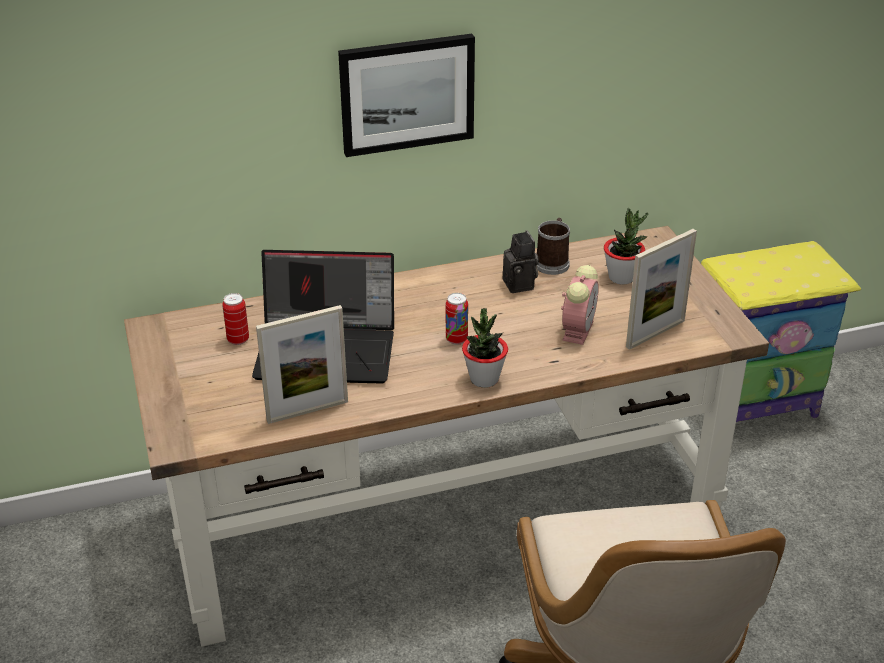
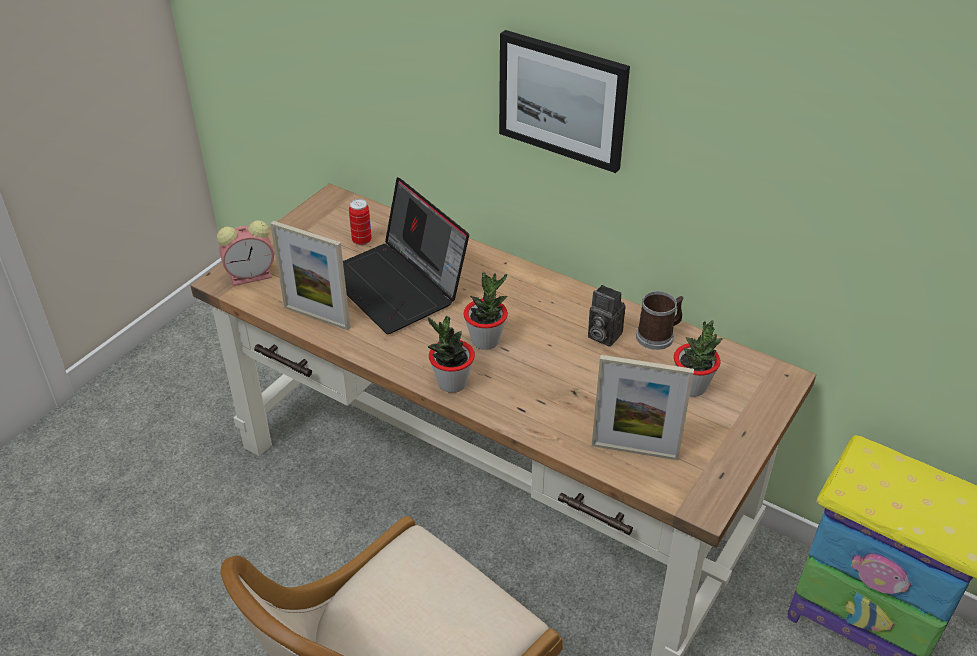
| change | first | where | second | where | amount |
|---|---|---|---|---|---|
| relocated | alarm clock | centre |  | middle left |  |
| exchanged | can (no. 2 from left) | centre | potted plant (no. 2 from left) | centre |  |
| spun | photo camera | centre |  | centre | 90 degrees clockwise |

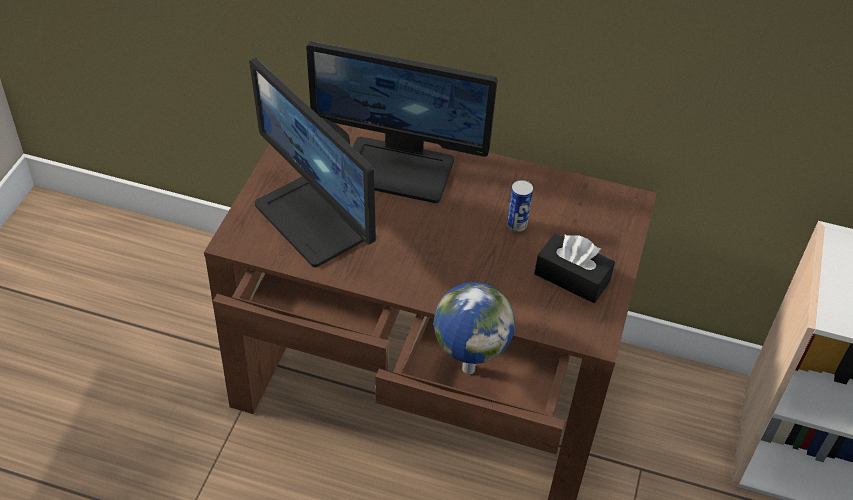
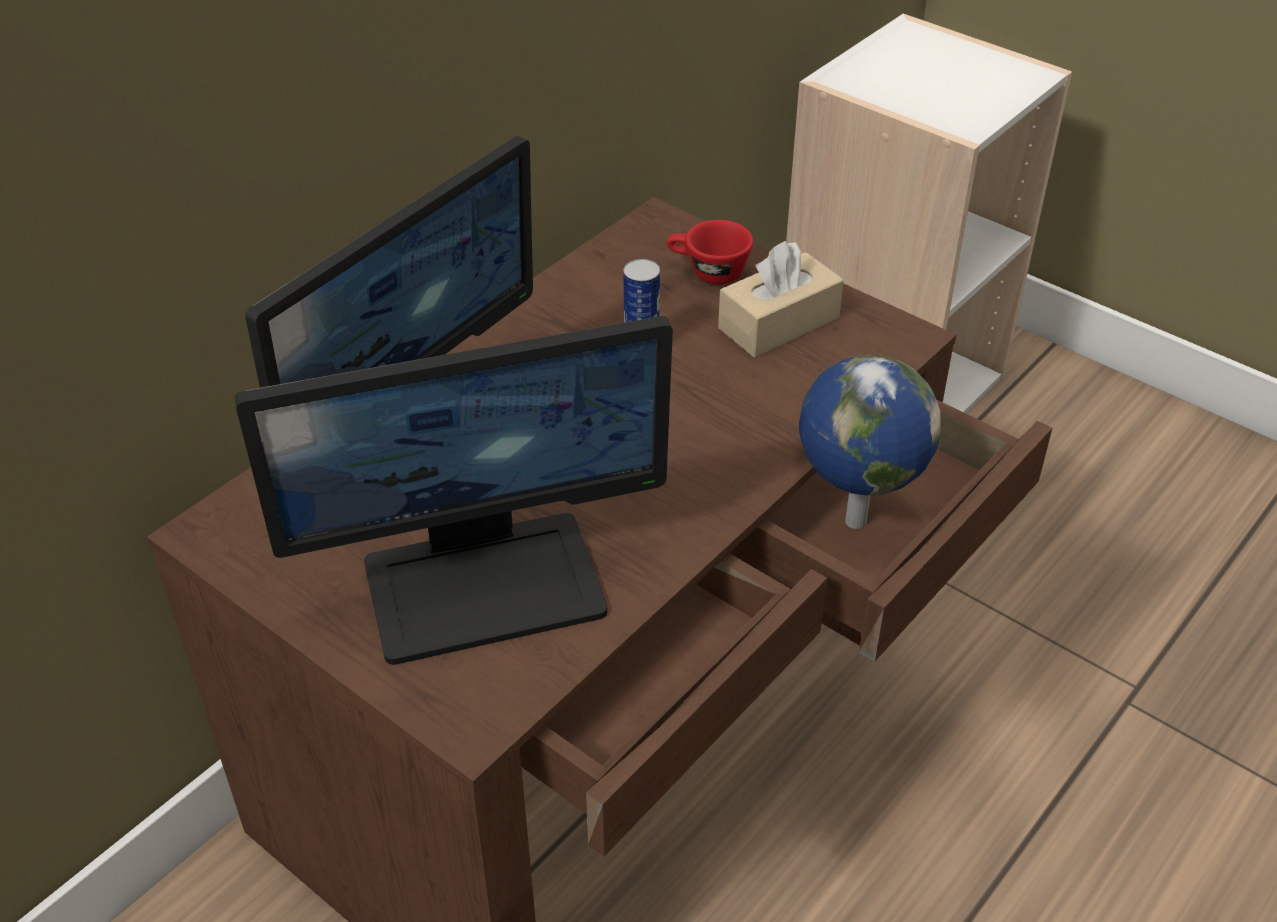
| change | first | where | second | where | amount |
|---|---|---|---|---|---|
| appeared |  |  | cup (red) | top centre |  |
| colour | tissue box (black) | middle right | tissue box (beige) | top centre |  |

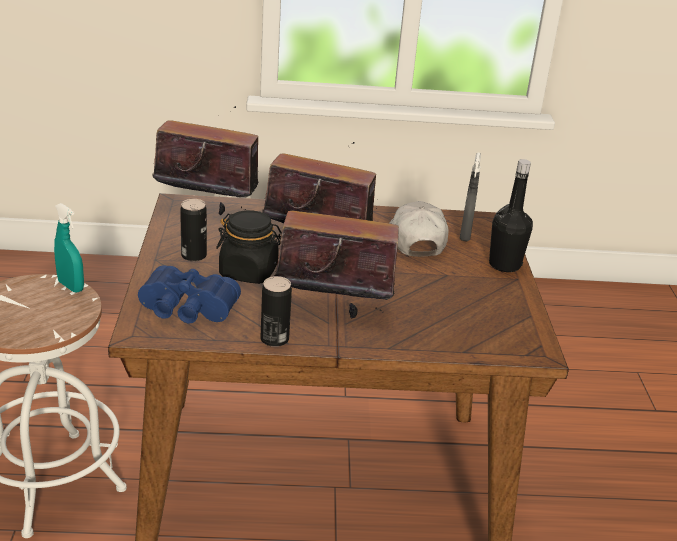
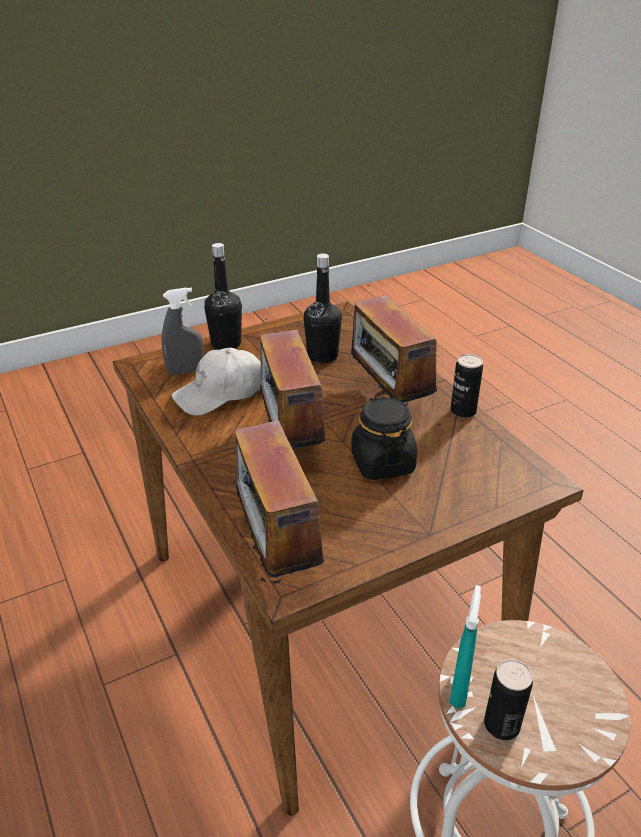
| change | first | where | second | where | amount |
|---|---|---|---|---|---|
| appeared |  |  | bottle (black) (no. 2 from left) | centre |  |
| relocated | can (no. 1 from left in the first image) | middle left | can (no. 2 from left) | bottom right |  |
| missing | binoculars (blue) | middle left |  |  |  |

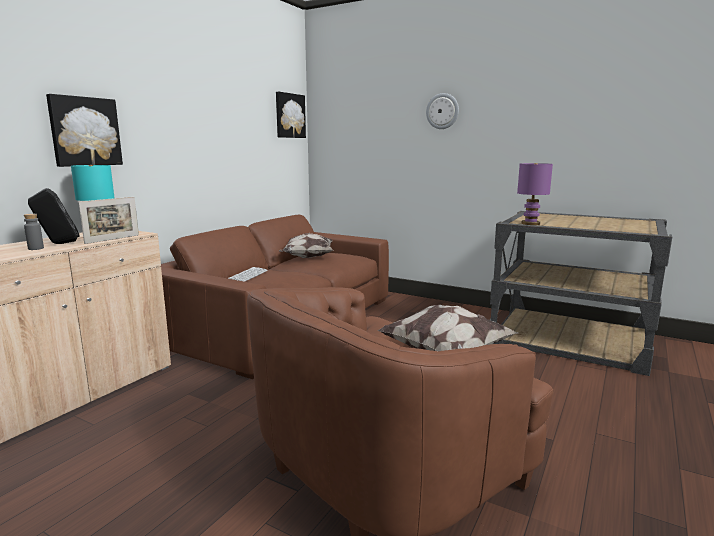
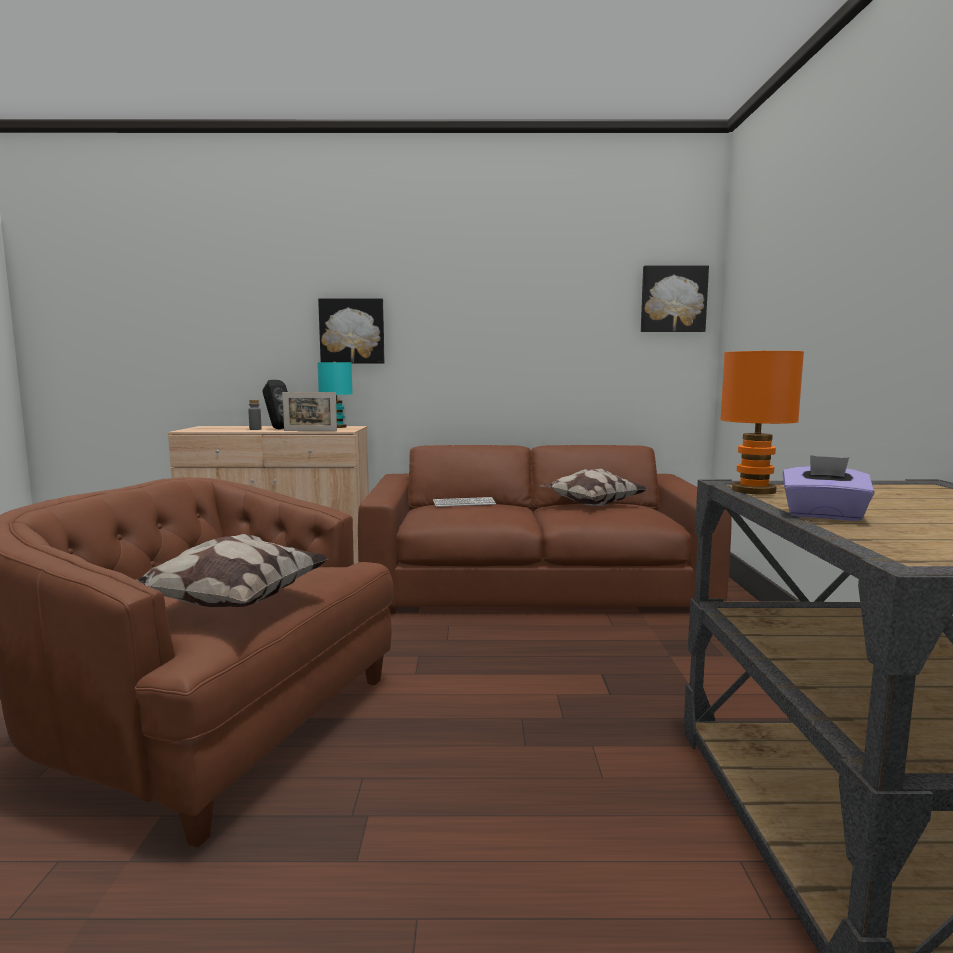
| change | first | where | second | where | amount |
|---|---|---|---|---|---|
| colour | table lamp (purple) | middle right | table lamp (orange) | middle right |  |
| appeared |  |  | tissue box (purple) | middle right |  |
| missing | wall clock | top centre |  |  |  |

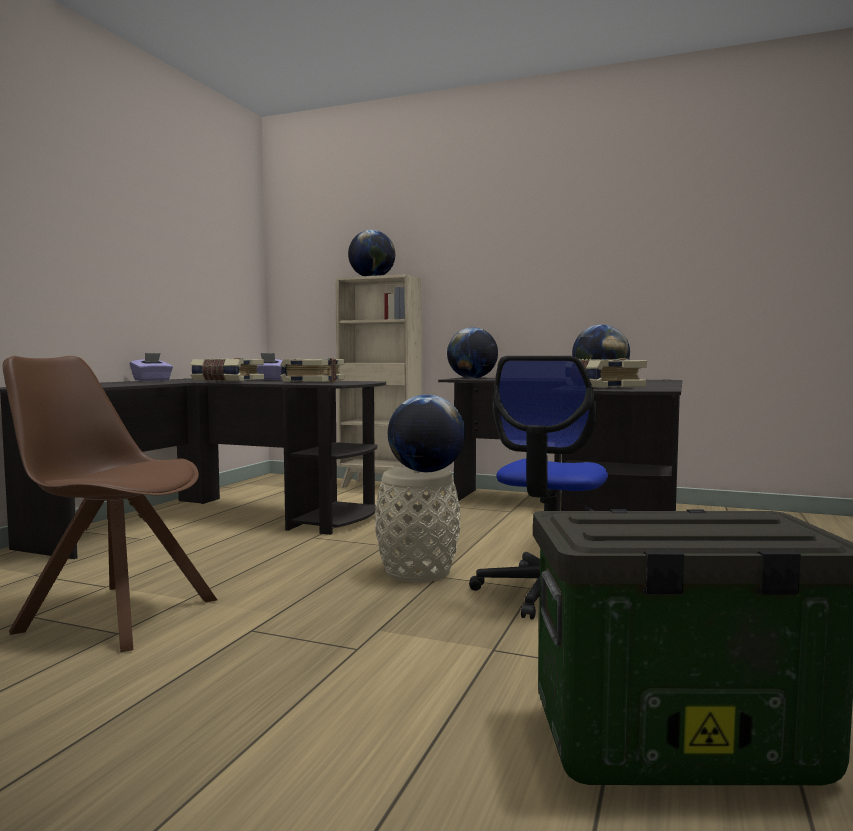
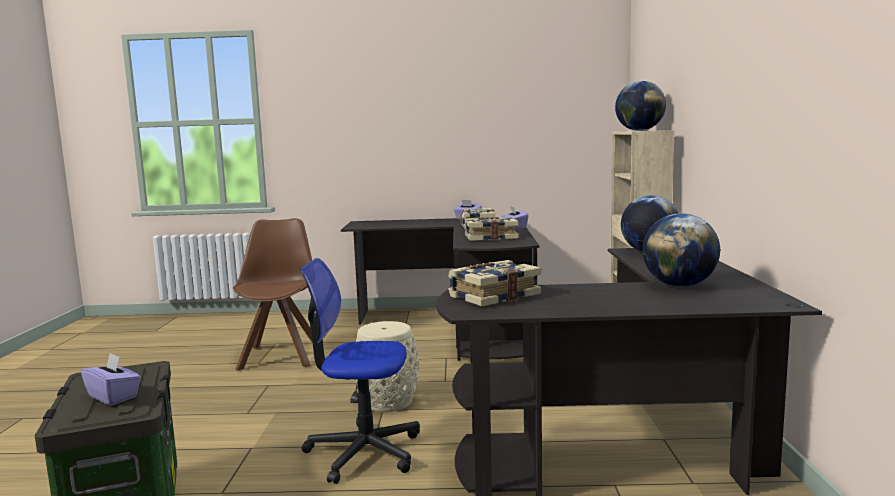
| change | first | where | second | where | amount |
|---|---|---|---|---|---|
| appeared |  |  | tissue box (purple) (no. 1 from left) | bottom left |  |
| missing | globe (no. 2 from left) | centre |  |  |  |

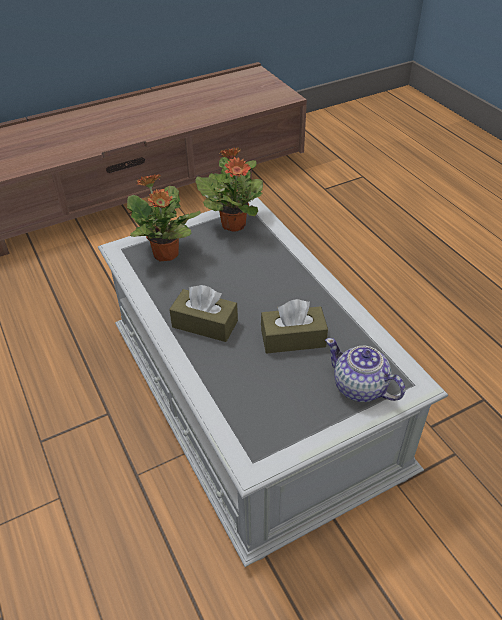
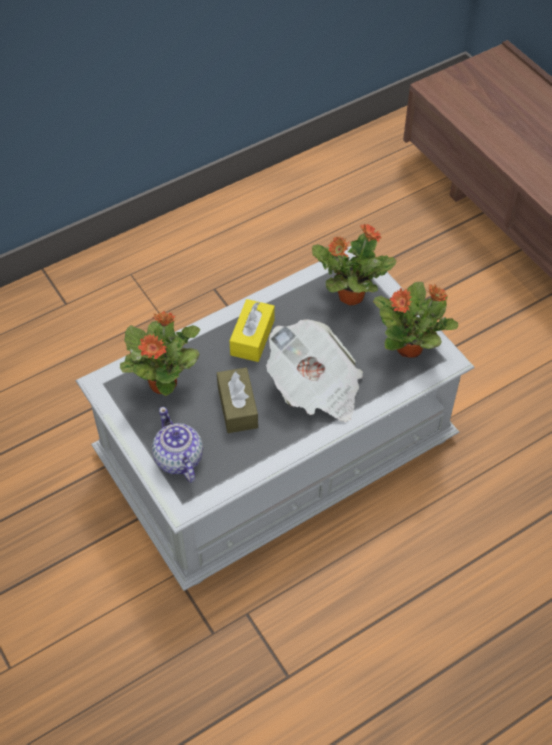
| change | first | where | second | where | amount |
|---|---|---|---|---|---|
| appeared |  |  | potted plant (no. 1 from left) | middle left |  |
| spun | teapot | middle right |  | middle left | 60 degrees counterclockwise |
| colour | tissue box (brown) (no. 1 from left) | centre | tissue box (yellow) | centre |  |
| appeared |  |  | newspaper | centre |  |

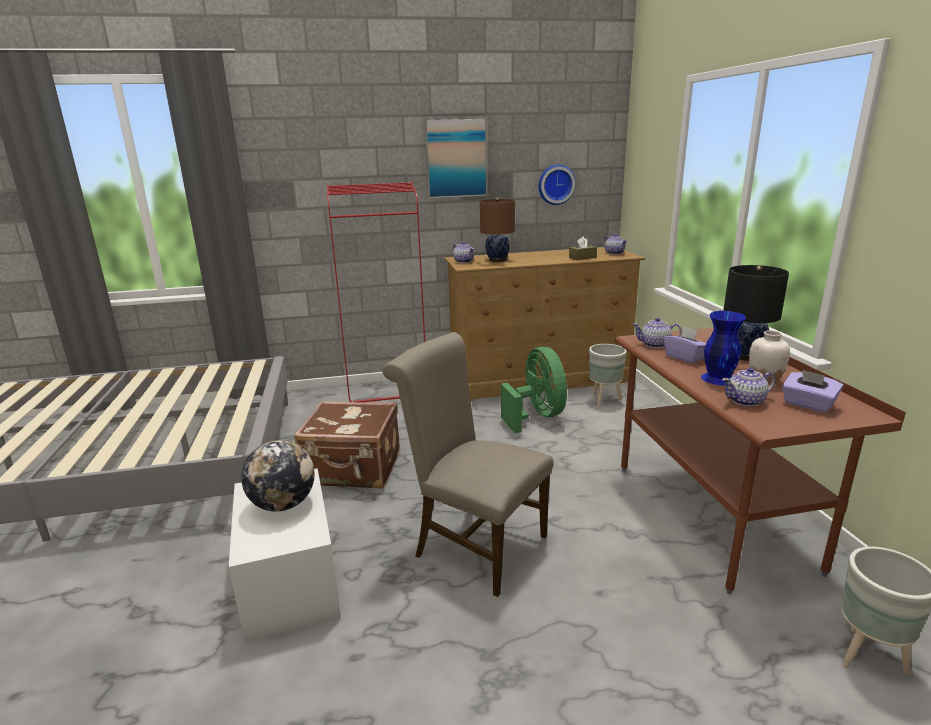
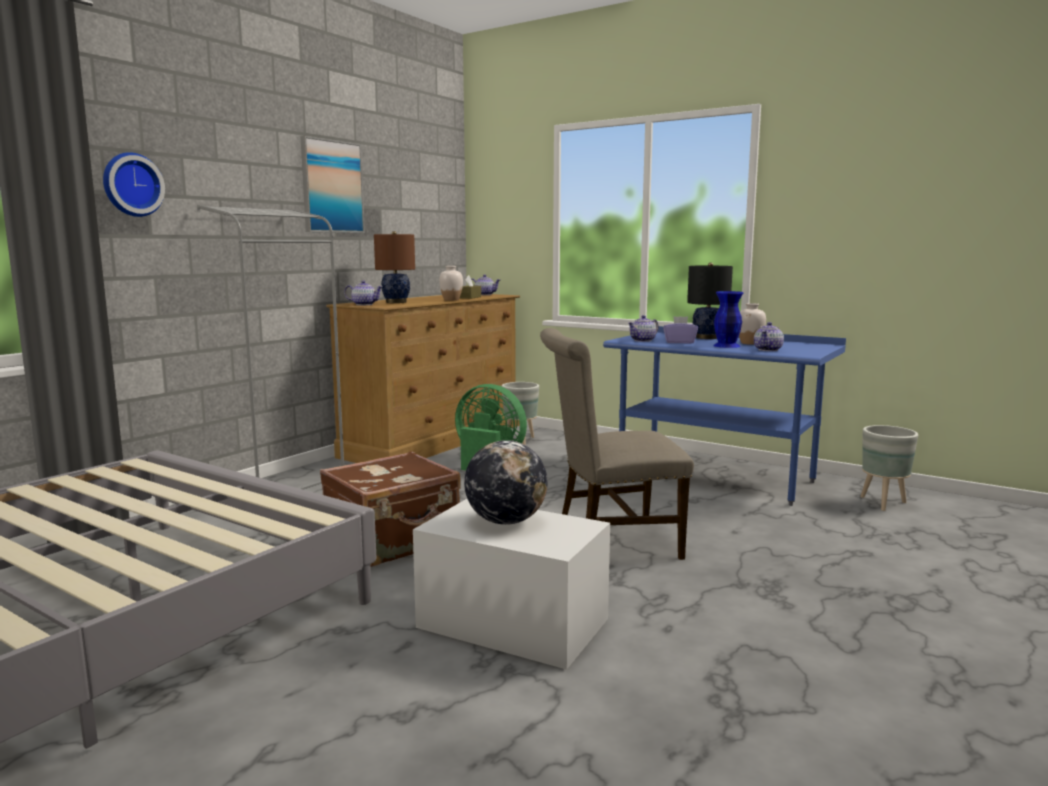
| change | first | where | second | where | amount |
|---|---|---|---|---|---|
| relocated | wall clock | top centre |  | top left |  |
| colour | clothes rack (red) | centre | clothes rack (grey) | middle left |  |
| appeared |  |  | vase (white) (no. 1 from left) | centre |  |
| colour | desk (brown) | middle right | desk (blue) | middle right |  |
| missing | tissue box (purple) (no. 2 from left) | middle right |  |  |  |

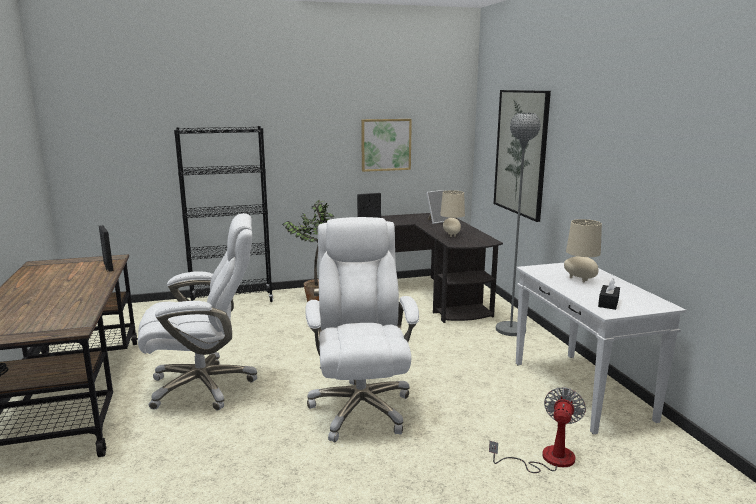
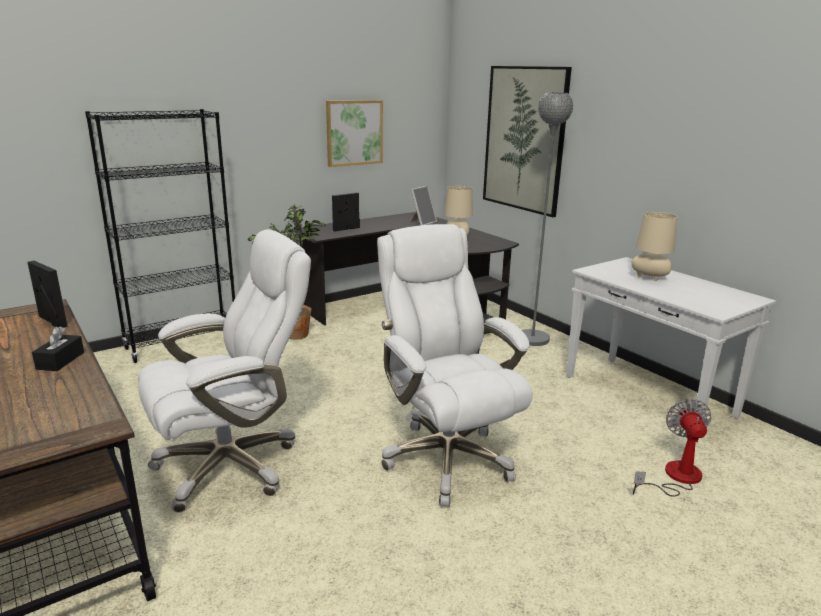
| change | first | where | second | where | amount |
|---|---|---|---|---|---|
| relocated | tissue box (black) | middle right |  | middle left |  |

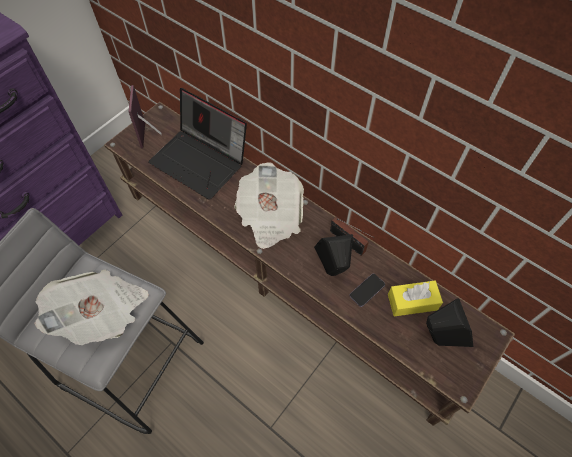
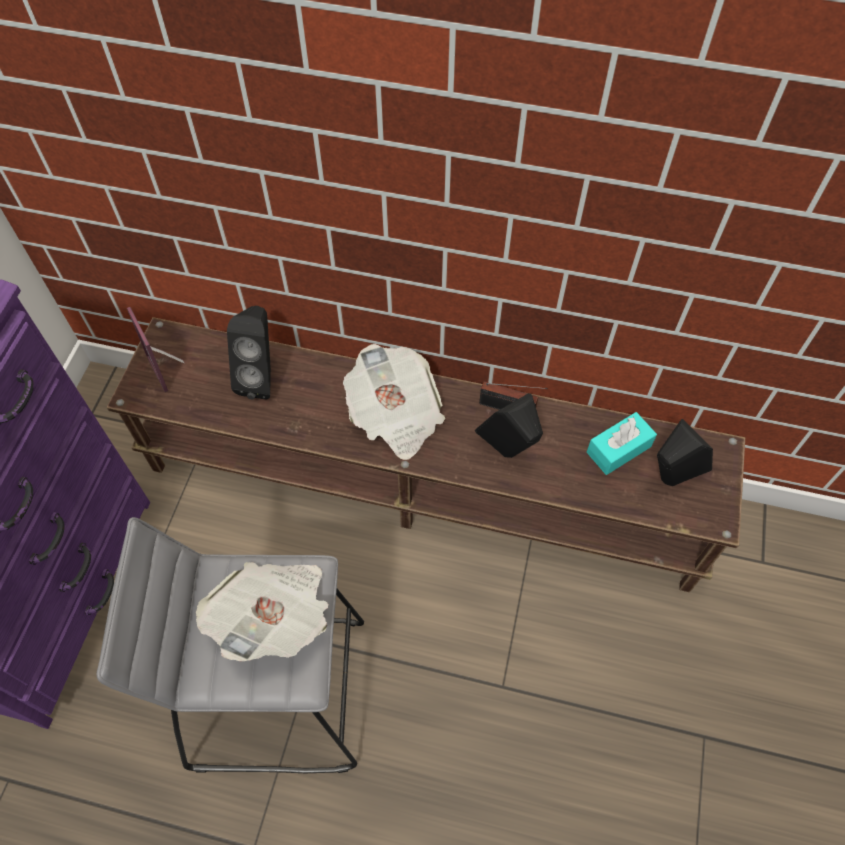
| change | first | where | second | where | amount |
|---|---|---|---|---|---|
| exchanged | laptop | top centre | speaker (black) (no. 1 from left) | middle left |  |
| colour | tissue box (yellow) | middle right | tissue box (turquoise) | middle right |  |
| missing | phone | centre |  |  |  |

